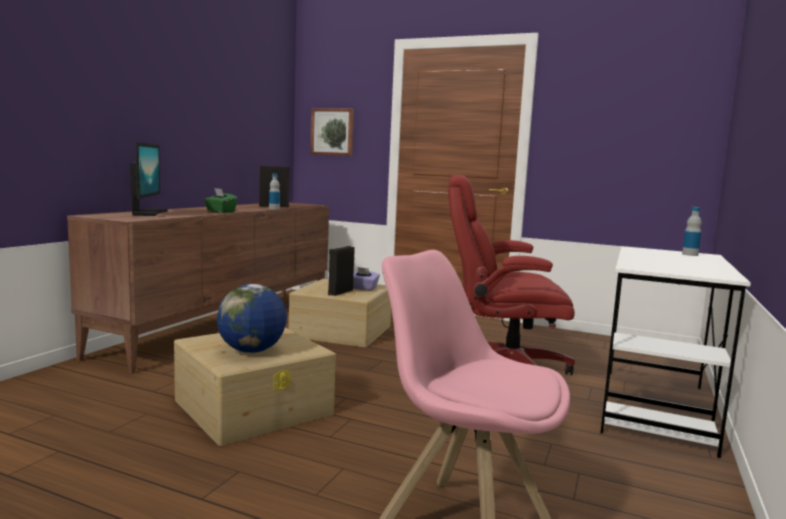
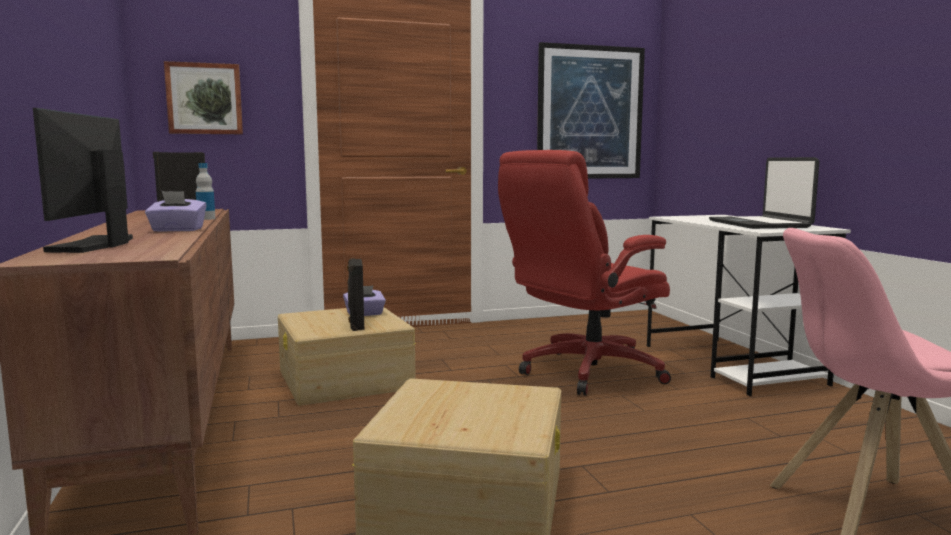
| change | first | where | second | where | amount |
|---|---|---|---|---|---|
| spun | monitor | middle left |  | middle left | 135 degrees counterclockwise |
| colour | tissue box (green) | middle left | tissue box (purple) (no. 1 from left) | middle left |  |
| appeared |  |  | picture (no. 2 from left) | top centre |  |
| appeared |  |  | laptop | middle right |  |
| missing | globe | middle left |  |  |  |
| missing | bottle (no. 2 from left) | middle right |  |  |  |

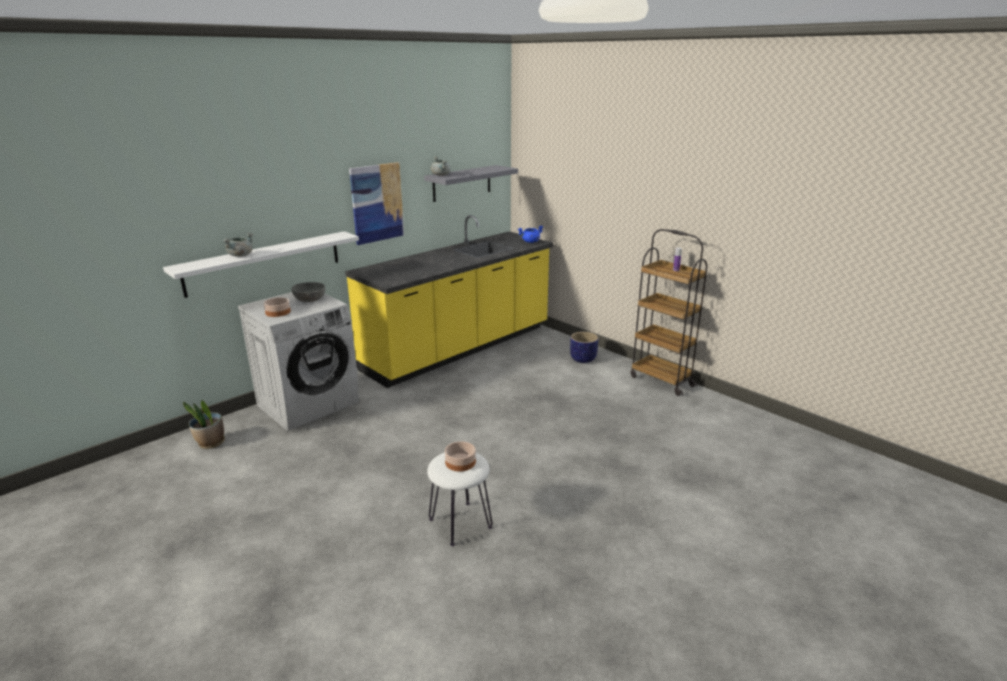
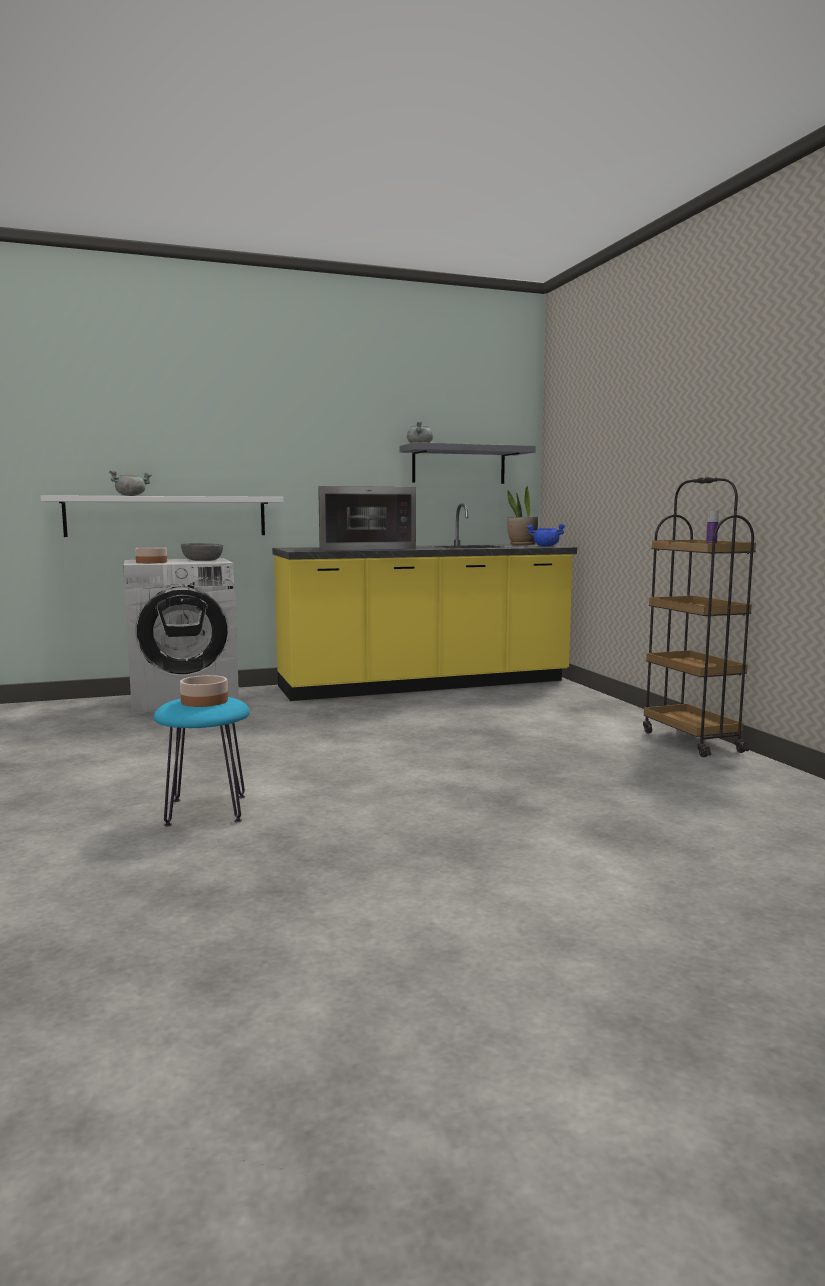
| change | first | where | second | where | amount |
|---|---|---|---|---|---|
| colour | stool (white) | bottom centre | stool (turquoise) | middle left |  |
| appeared |  |  | microwave | centre |  |
| relocated | potted plant | middle left |  | centre |  |
| missing | picture | top centre |  |  |  |
| missing | planter | centre |  |  |  |

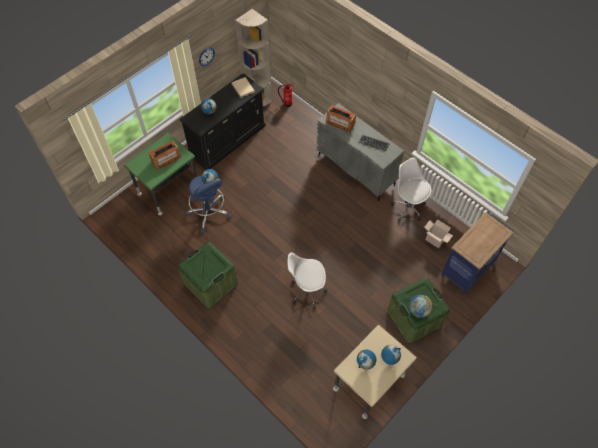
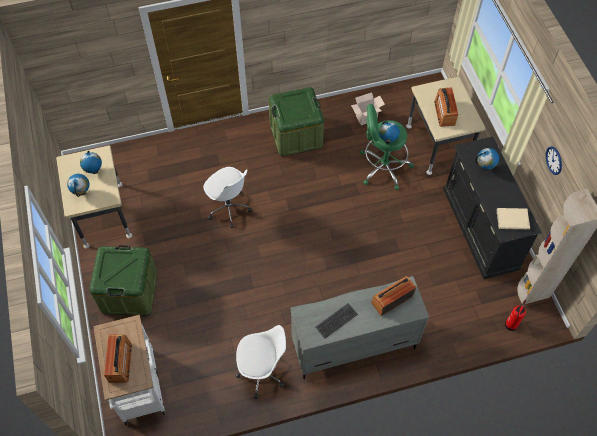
| change | first | where | second | where | amount |
|---|---|---|---|---|---|
| colour | cart (blue) | middle right | cart (white) | bottom left |  |
| appeared |  |  | radio (no. 1 from left) | bottom left |  |
| spun | office chair (white) (no. 1 from left) | centre |  | centre | 105 degrees clockwise |
| relocated | cardboard box | middle right |  | top centre |  |
| colour | stool (blue) | centre | stool (green) | centre |  |
| colour | desk (green) | middle left | desk (beige) (no. 2 from left) | top right |  |
| missing | globe (no. 5 from left) | bottom right |  |  |  |

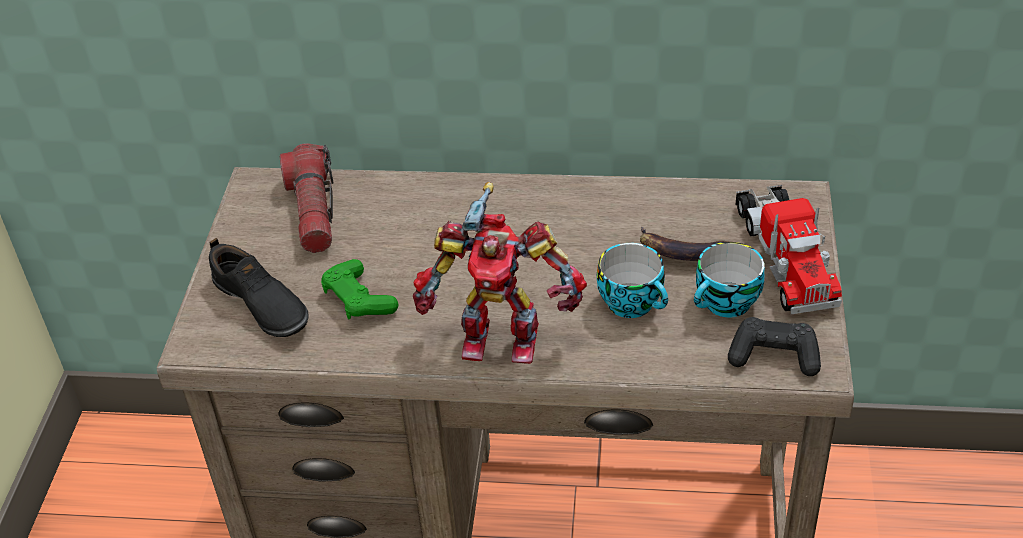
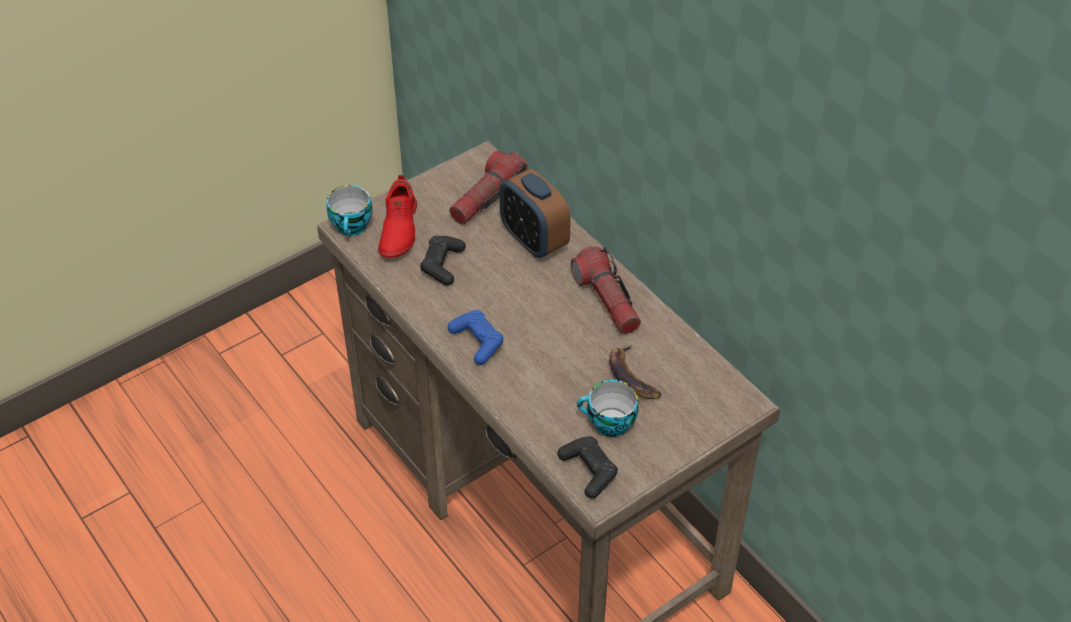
| change | first | where | second | where | amount |
|---|---|---|---|---|---|
| relocated | cup (no. 1 from left) | centre |  | middle left |  |
| colour | shoe (black) | middle left | shoe (red) | centre |  |
| colour | game controller (green) | centre | game controller (black) (no. 1 from left) | centre |  |
| exchanged | toy robot | centre | game controller (blue) | centre |  |
| appeared |  |  | alarm clock | centre |  |
| appeared |  |  | flashlight (no. 2 from left) | centre |  |
| missing | toy truck | middle right |  |  |  |

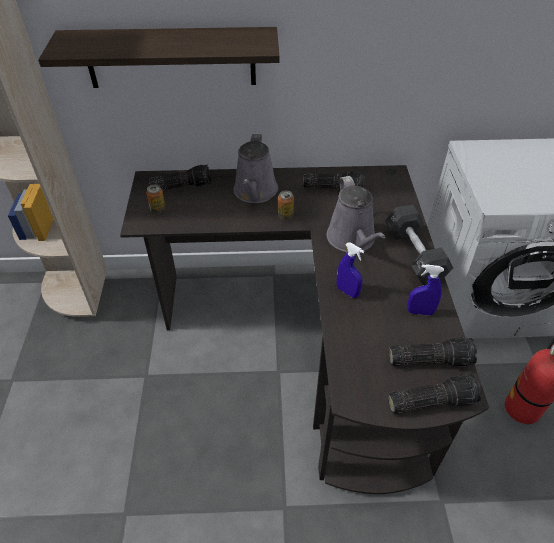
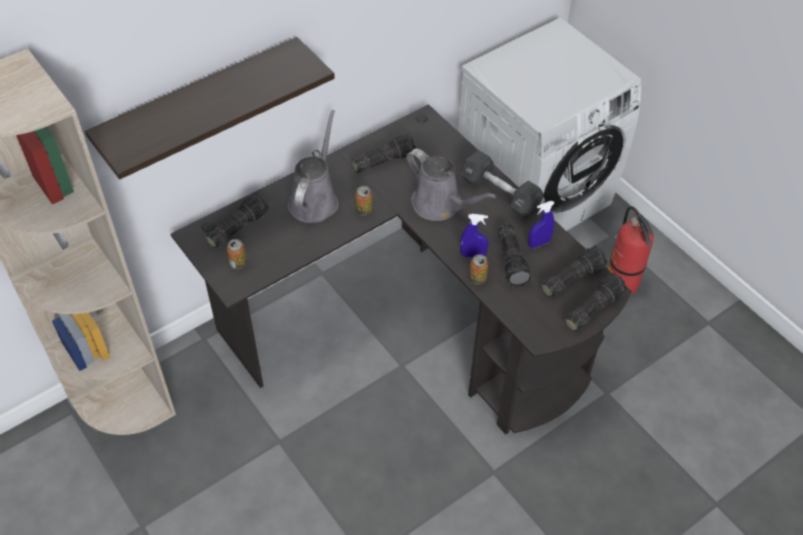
| change | first | where | second | where | amount |
|---|---|---|---|---|---|
| spun | watering can (grey) (no. 1 from left) | top centre |  | top centre | 135 degrees counterclockwise |
| appeared |  |  | can (no. 3 from left) | centre |  |
| appeared |  |  | flashlight (no. 3 from left) | centre |  |

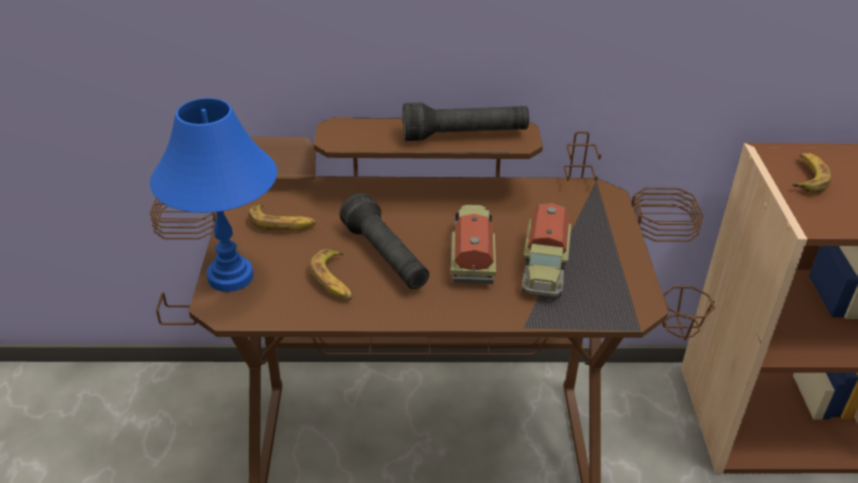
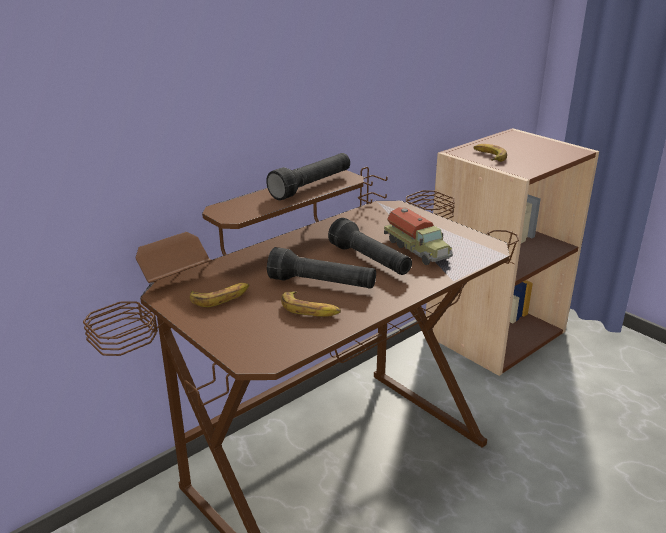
| change | first | where | second | where | amount |
|---|---|---|---|---|---|
| exchanged | toy truck (no. 1 from left) | centre | flashlight (black) (no. 3 from left) | centre |  |
| missing | table lamp (blue) | middle left |  |  |  |

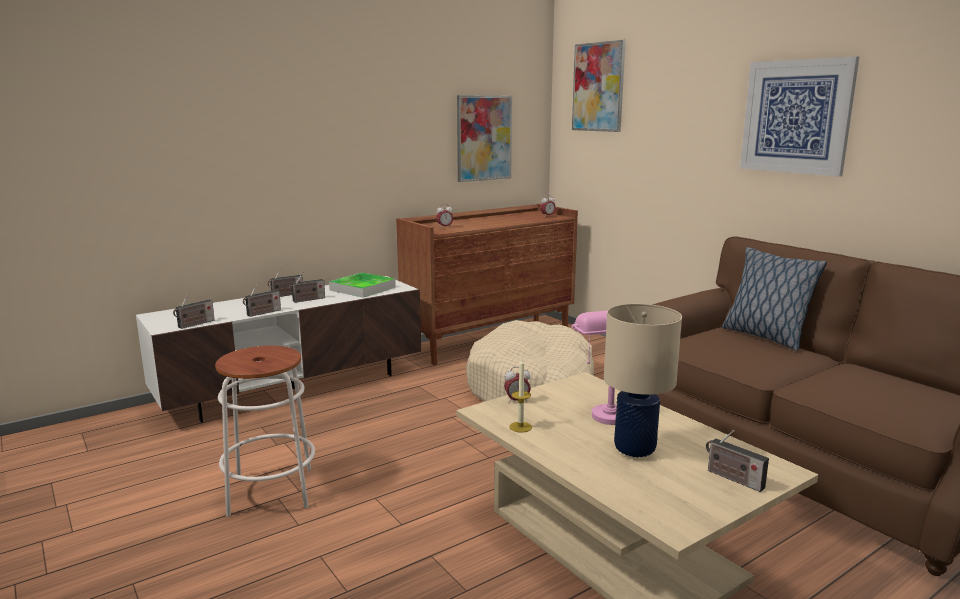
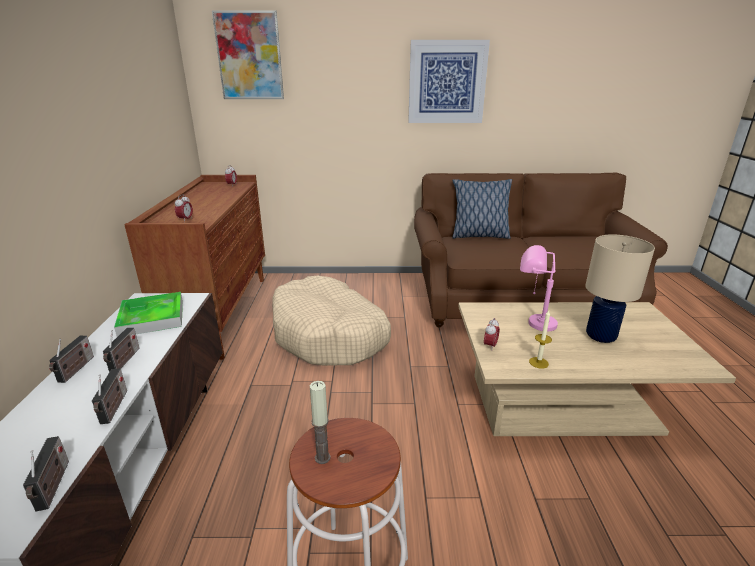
| change | first | where | second | where | amount |
|---|---|---|---|---|---|
| appeared |  |  | candle (no. 1 from left) | bottom centre |  |
| missing | picture (no. 1 from left) | top centre |  |  |  |
| missing | radio (no. 5 from left) | bottom right |  |  |  |

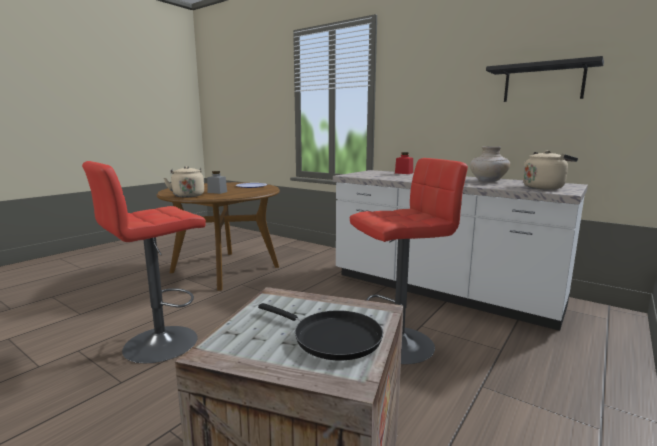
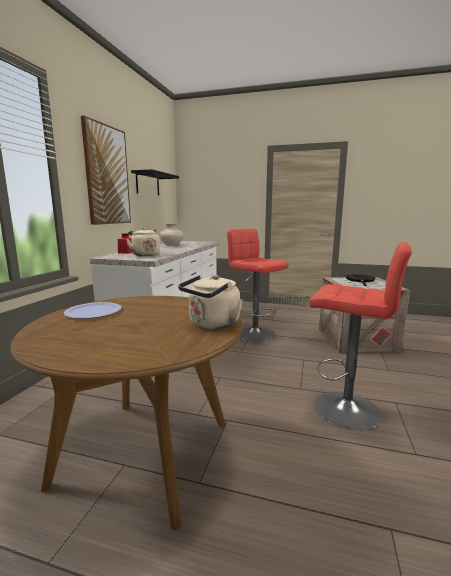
| change | first | where | second | where | amount |
|---|---|---|---|---|---|
| appeared |  |  | picture | top left |  |
| relocated | kettle (beige) (no. 2 from left in the first image) | middle right | kettle (beige) (no. 1 from left) | middle left |  |
| missing | jar (grey) | middle left |  |  |  |

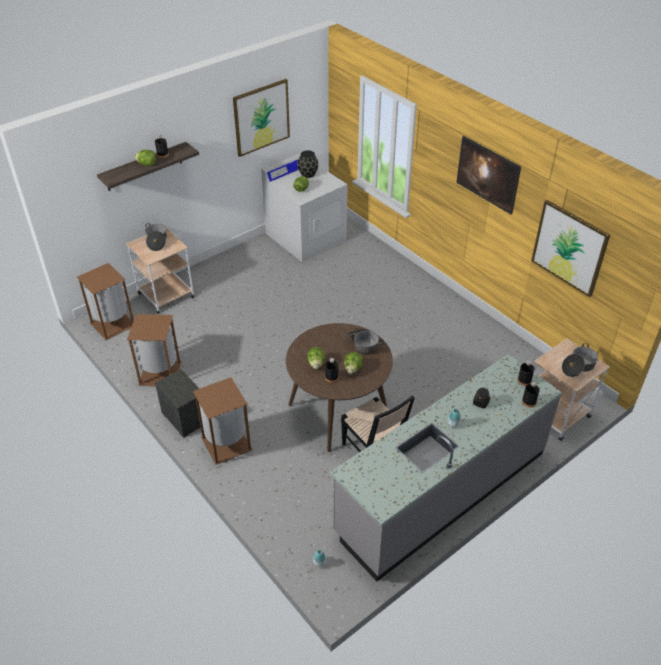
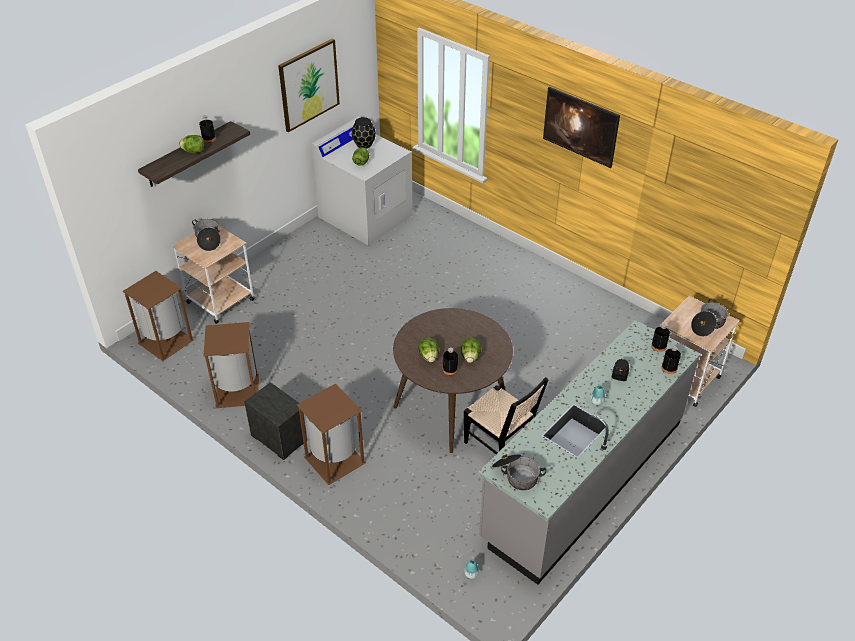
| change | first | where | second | where | amount |
|---|---|---|---|---|---|
| relocated | cooking pot (no. 2 from left) | centre |  | bottom centre |  |
| missing | picture (no. 3 from left) | middle right |  |  |  |

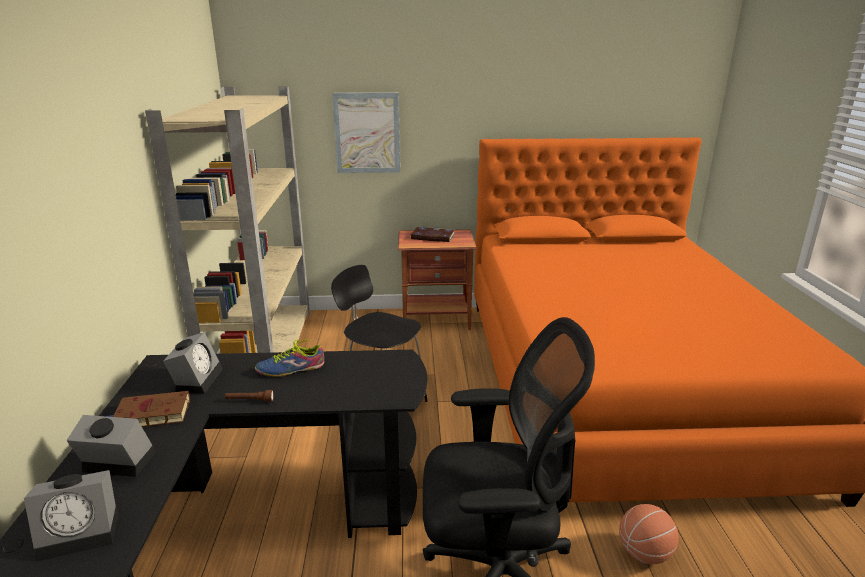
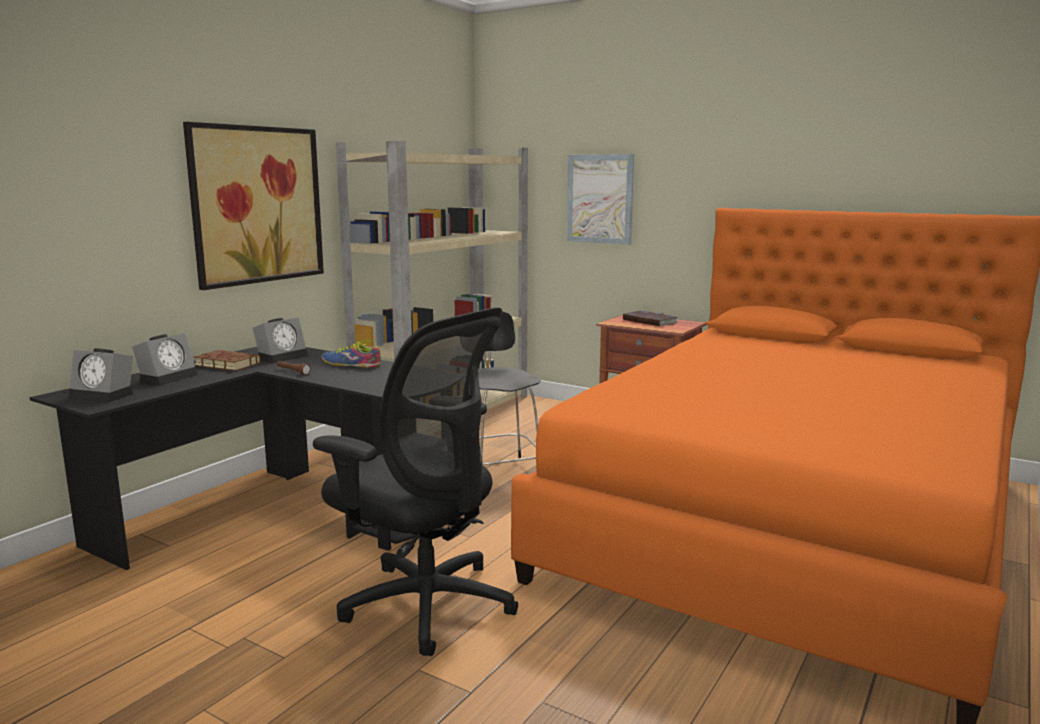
| change | first | where | second | where | amount |
|---|---|---|---|---|---|
| spun | alarm clock (no. 2 from left) | bottom left |  | middle left | 75 degrees clockwise |
| appeared |  |  | picture (no. 1 from left) | top left |  |
| missing | basketball | bottom right |  |  |  |

